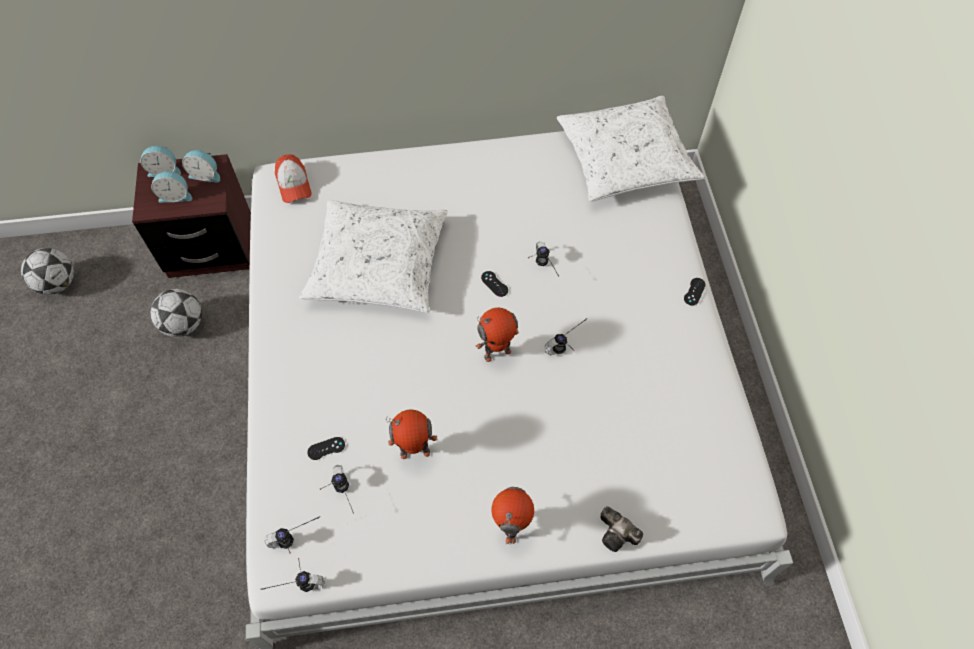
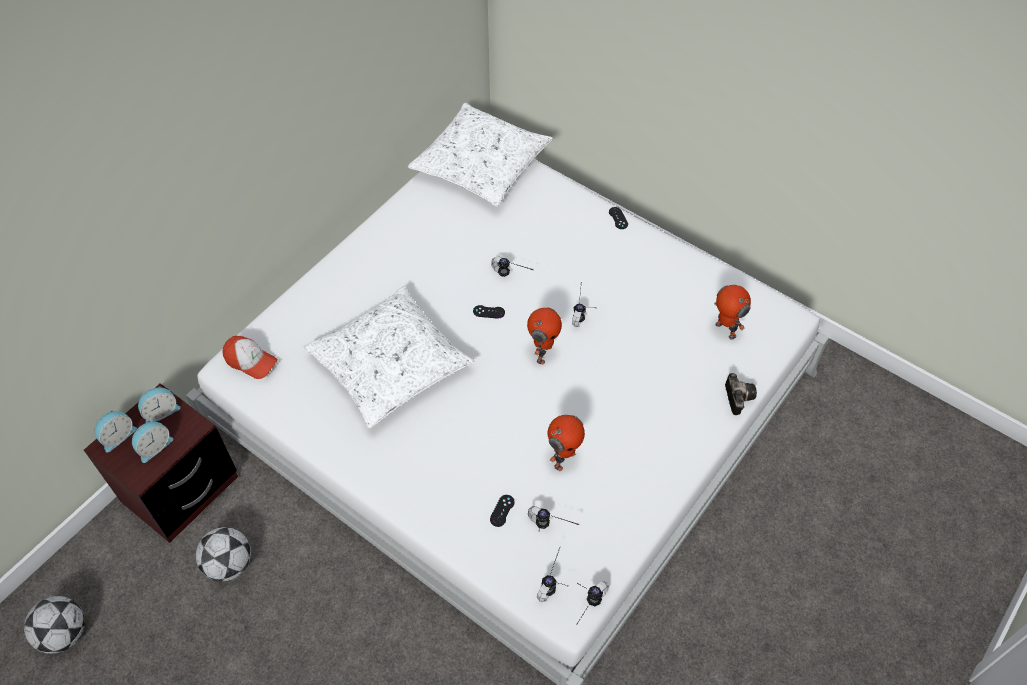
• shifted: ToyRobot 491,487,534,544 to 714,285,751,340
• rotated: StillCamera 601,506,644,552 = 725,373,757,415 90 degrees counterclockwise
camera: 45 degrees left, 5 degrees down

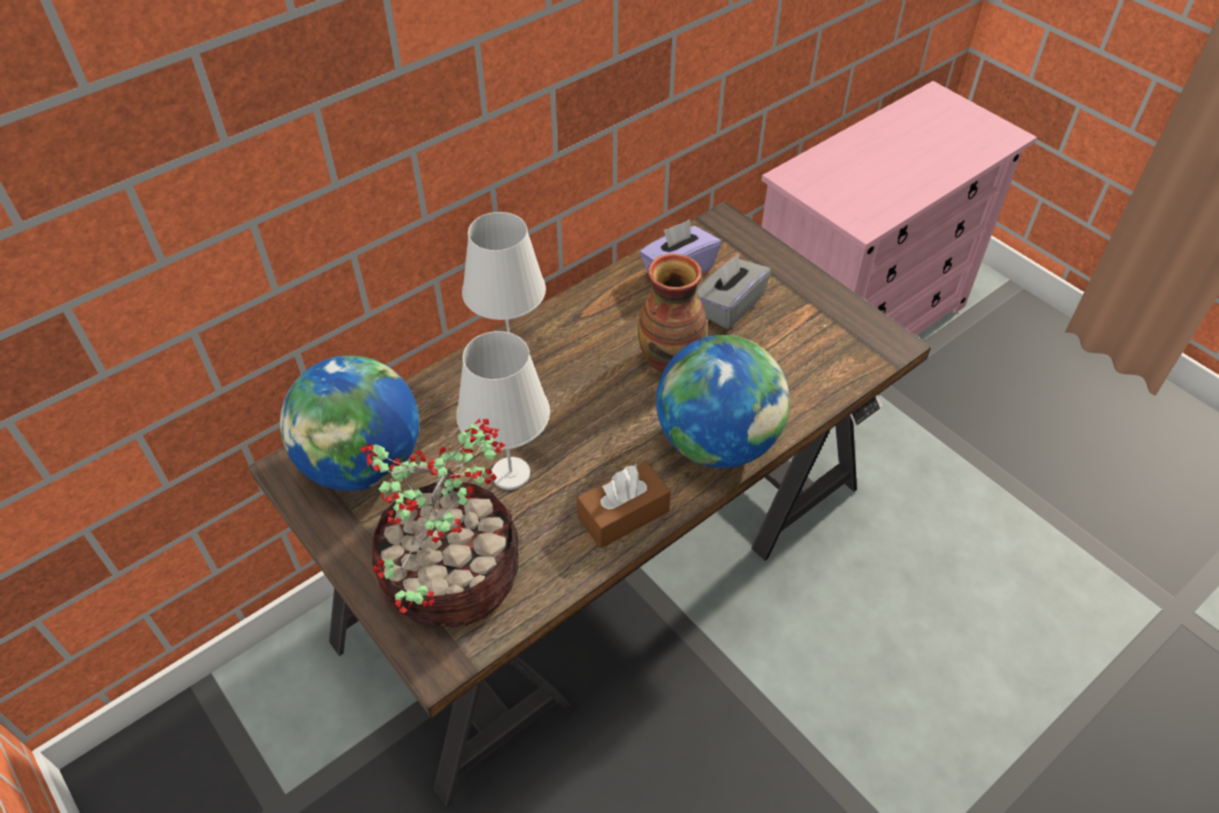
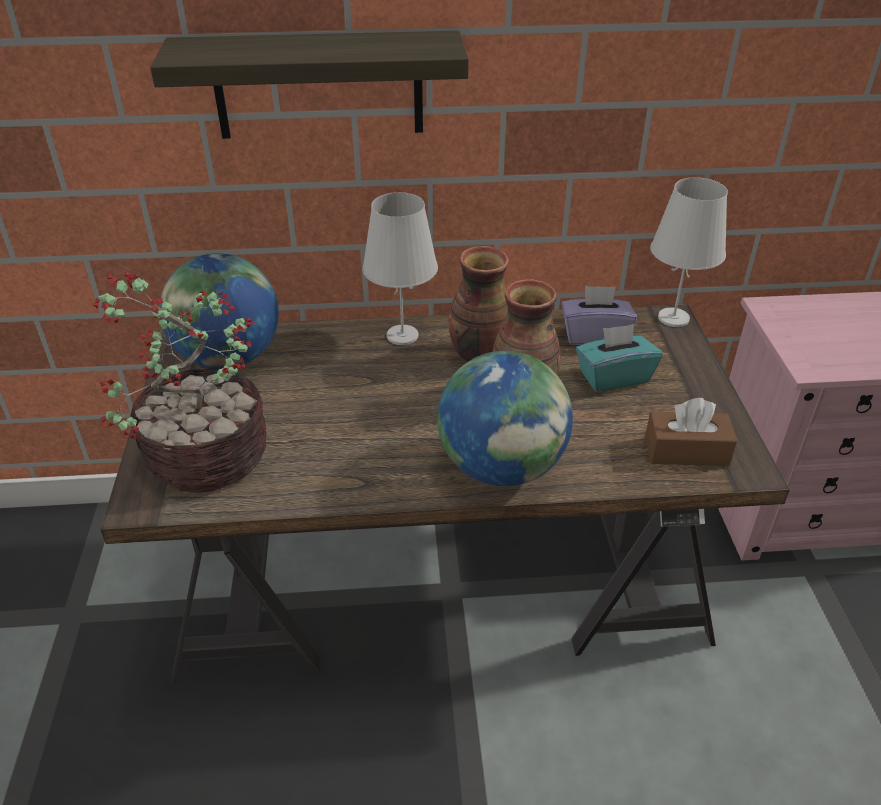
• shifted: WhitishTableLamp 456,331,550,490 to 650,177,728,327
• shifted: BrownishBoxOfTissues 577,462,671,548 to 645,398,737,466
• repainted: GrayBoxOfTissues 697,254,771,329 to TurquoiseColouredBoxOfTissues 576,324,662,392
• new: BracketShelf 150,31,469,139
• new: Vase 449,246,509,362
camera: 35 degrees right, 10 degrees down

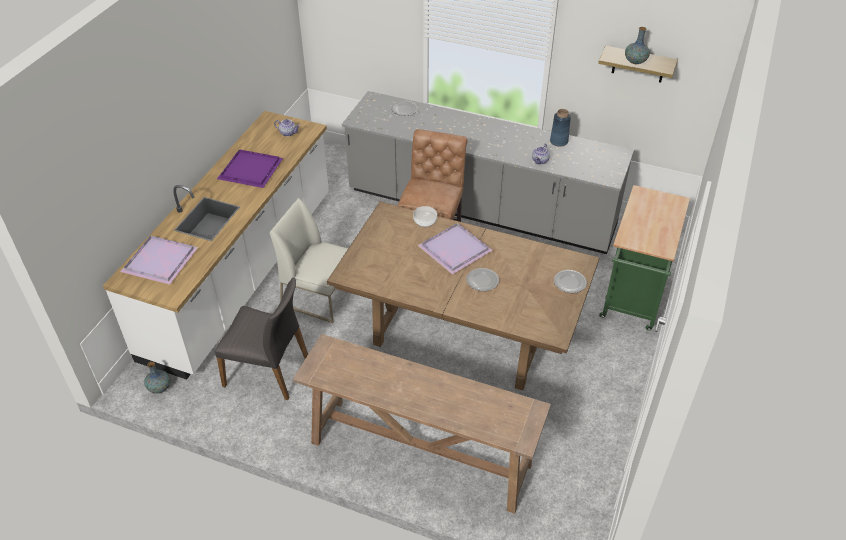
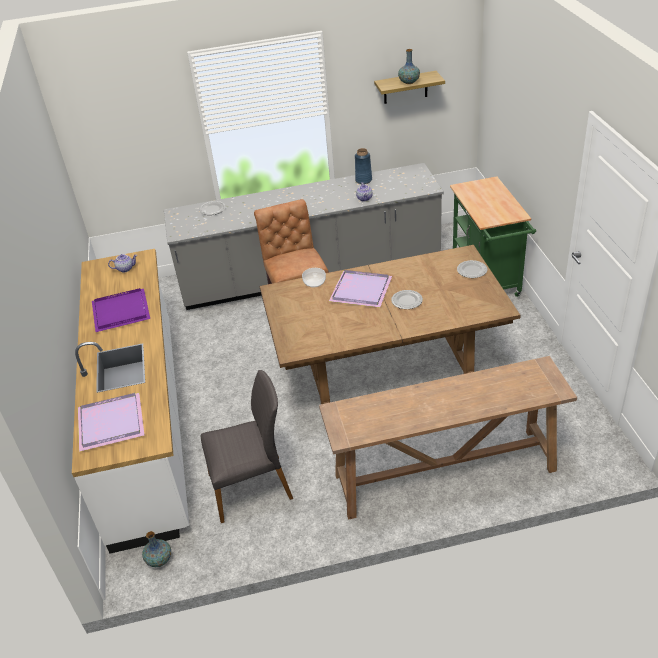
• gone: WhitishUprightChair 270,198,348,323
camera: 30 degrees left, 5 degrees down

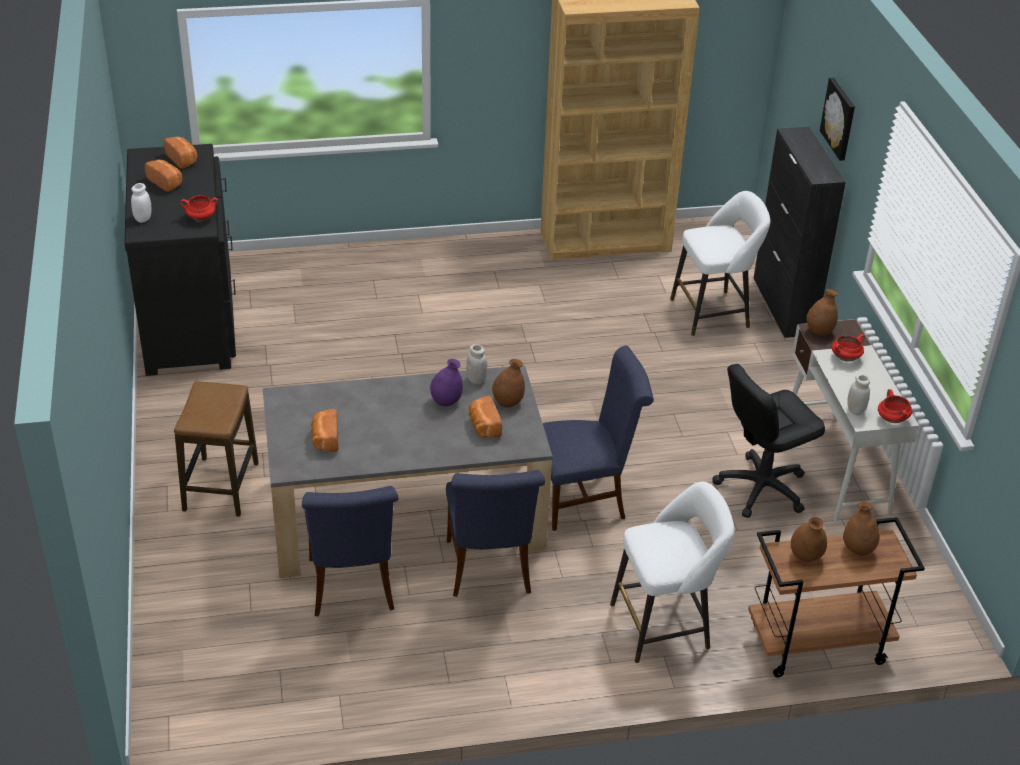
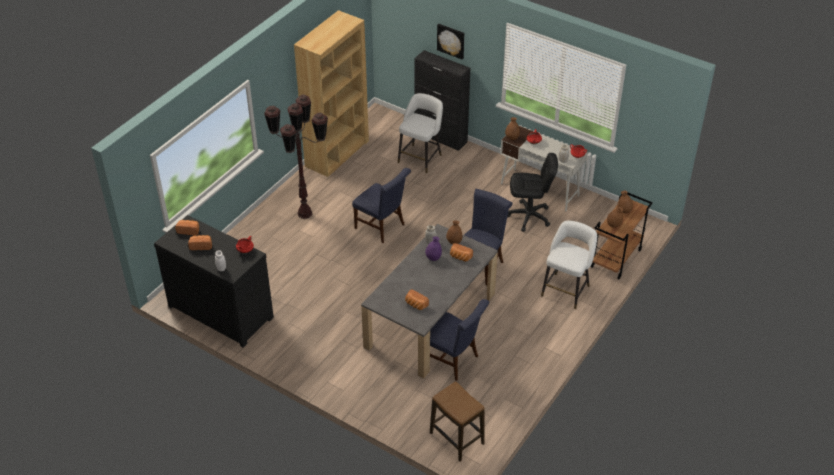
• shifted: Stool 174,381,259,517 to 430,381,485,462
• shifted: BlueUprightChair 446,470,545,597 to 352,168,411,243
• rotated: BlackOfficeChair 713,364,825,518 = 507,153,558,232 105 degrees counterclockwise
• new: BrownishFloorLamp 264,95,328,219
camera: 45 degrees left, 5 degrees up

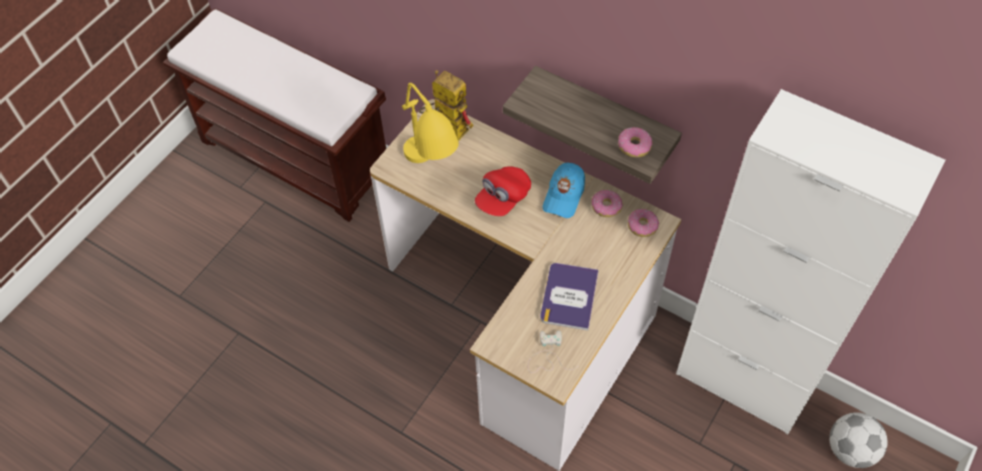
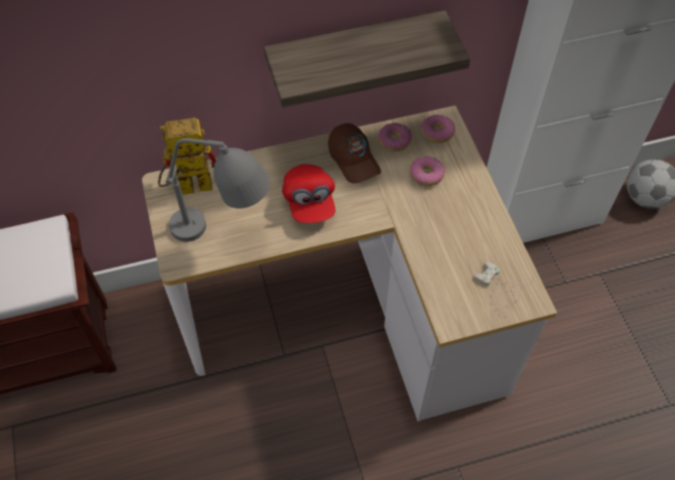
• repainted: YellowTableLamp 402,83,459,163 to GrayTableLamp 166,138,270,242
• gone: Book 540,263,598,331
• repainted: BlueBaseballCap 542,163,585,218 to BrownishBaseballCap 328,123,381,184
• shifted: Donut 618,127,652,157 to 410,156,445,186
camera: 50 degrees left, 0 degrees up

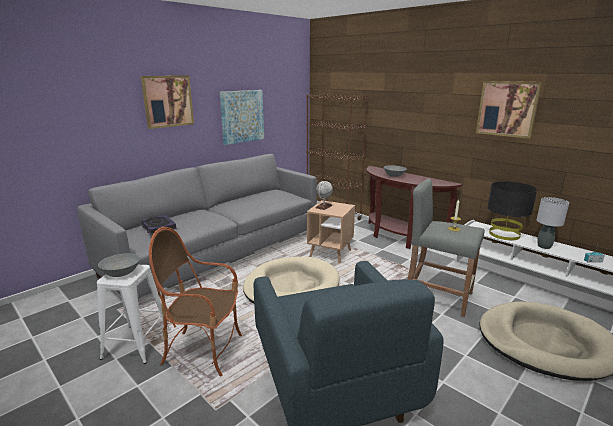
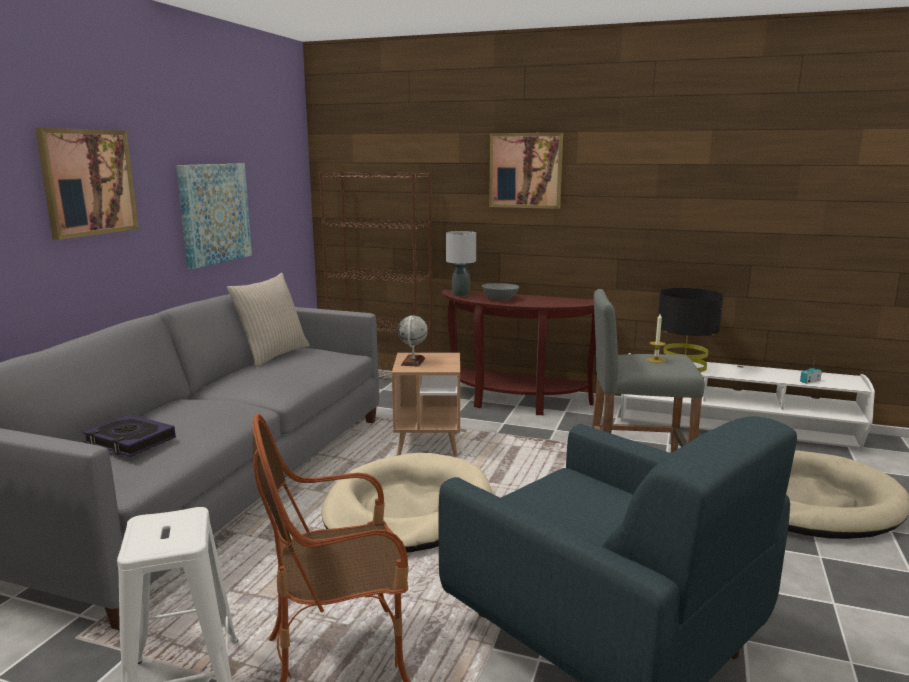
• gone: GrayBowl 98,253,140,277
• shifted: Picture 476,81,542,139 to 489,133,563,209
• shifted: GrayTableLamp 537,197,569,249 to 446,231,476,297
• new: BeigeColouredThrowPillow 227,273,310,367
camera: 25 degrees left, 5 degrees down

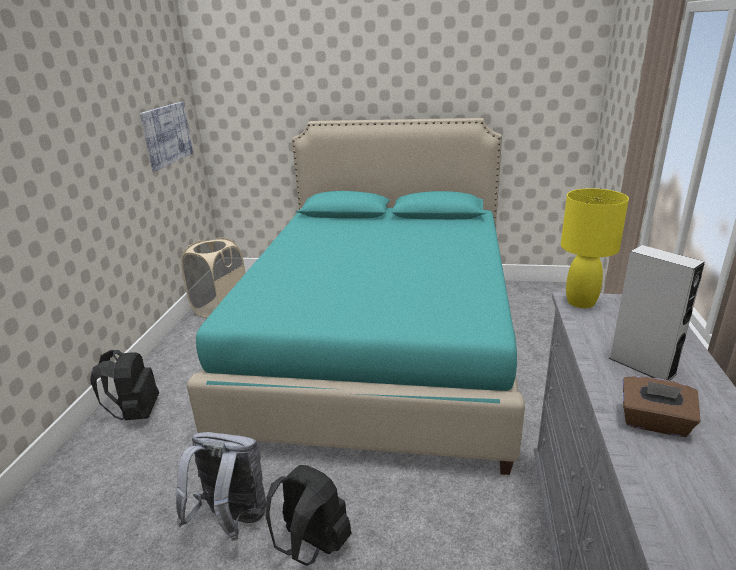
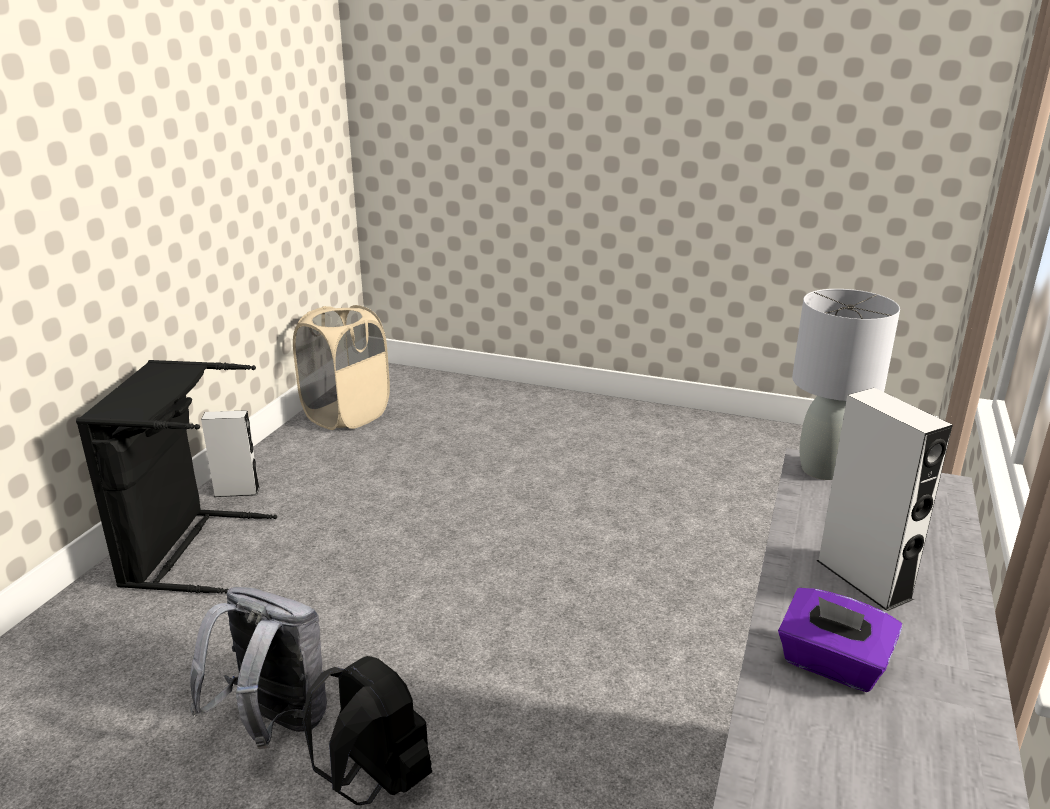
• swapped: BlackBackpack 90,350,159,420 to BlackWashingBasket 76,360,277,594
• gone: Picture 140,102,193,171
• gone: TurquoiseColouredBed 187,118,525,475
• repainted: YellowTableLamp 561,188,629,308 to GrayTableLamp 792,289,900,480
• repainted: BrownishBoxOfTissues 623,376,701,437 to PurplishBoxOfTissues 778,588,902,692
• new: GrayLoudspeaker 201,410,260,497
camera: 10 degrees right, 0 degrees up

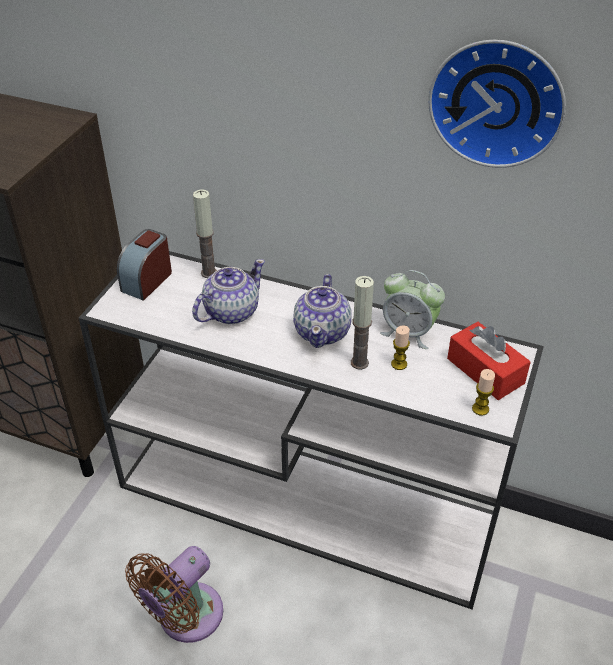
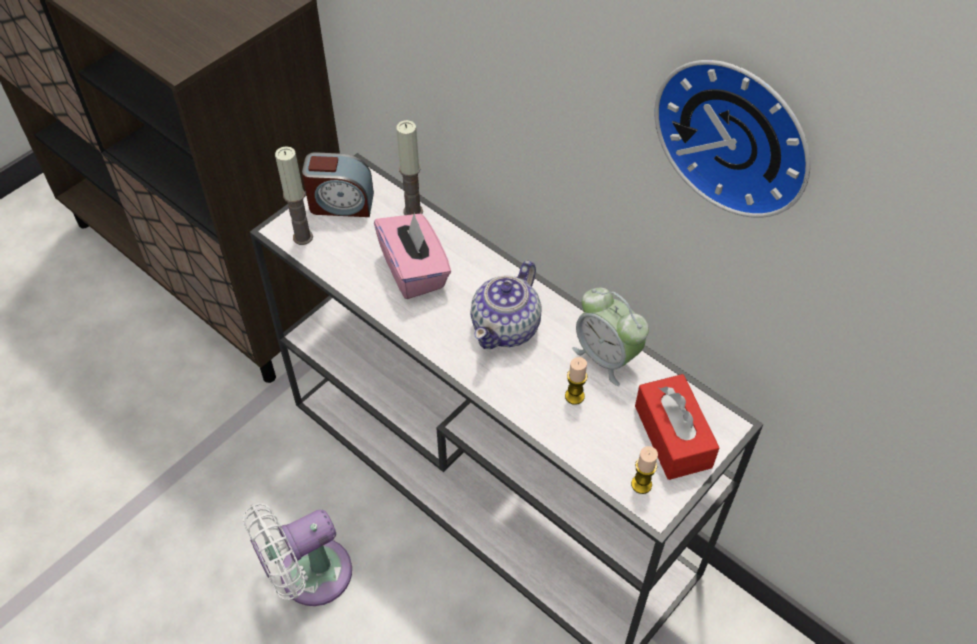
• rotated: BedsideClock 117,229,172,300 = 302,152,374,217 135 degrees counterclockwise
• repainted: BrownishElectricFan 125,546,223,643 to WhitishElectricFan 243,503,352,606
• swapped: TeaPot 192,259,265,324 to PinkBoxOfTissues 374,212,451,299
• shifted: WaxLight 351,276,374,370 to 275,146,313,245
camera: 20 degrees right, 10 degrees up

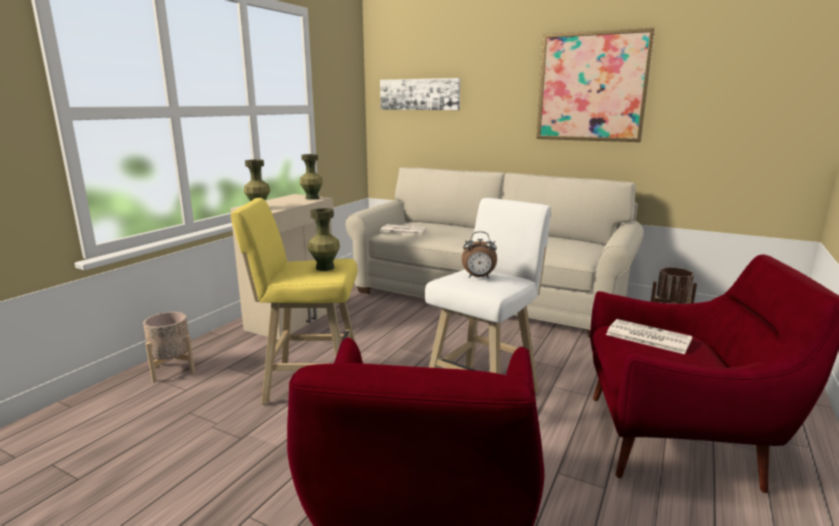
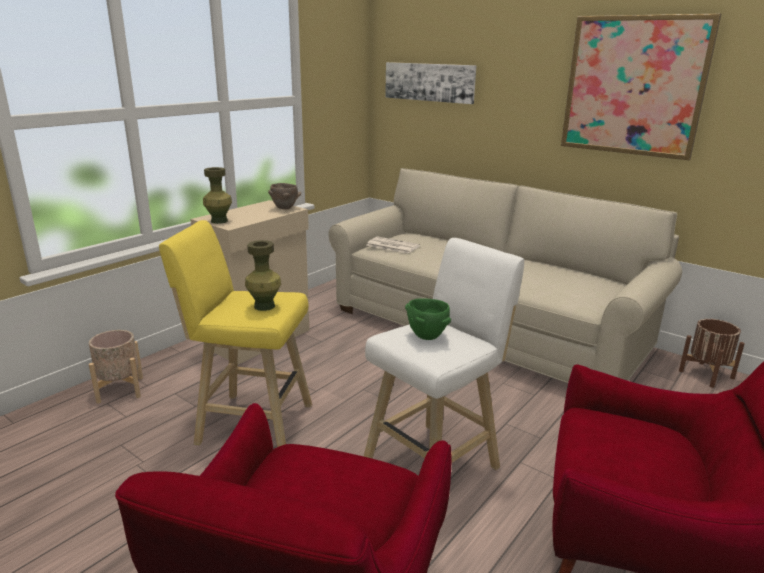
• swapped: GreenishVase 300,154,323,200 to BrownishBowl 268,183,301,210
• swapped: BedsideClock 462,231,497,278 to GreenishBowl 405,298,451,340
• gone: DailyPaper 606,319,693,354
camera: 10 degrees right, 5 degrees up

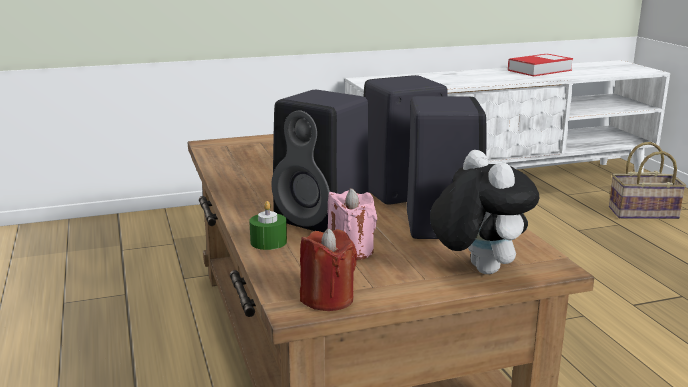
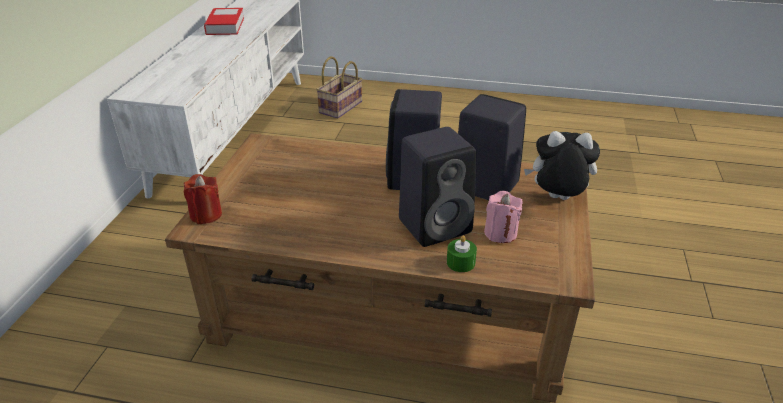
• shifted: ReddishWaxLight 300,228,358,311 to 184,174,222,224
camera: 60 degrees left, 15 degrees up

